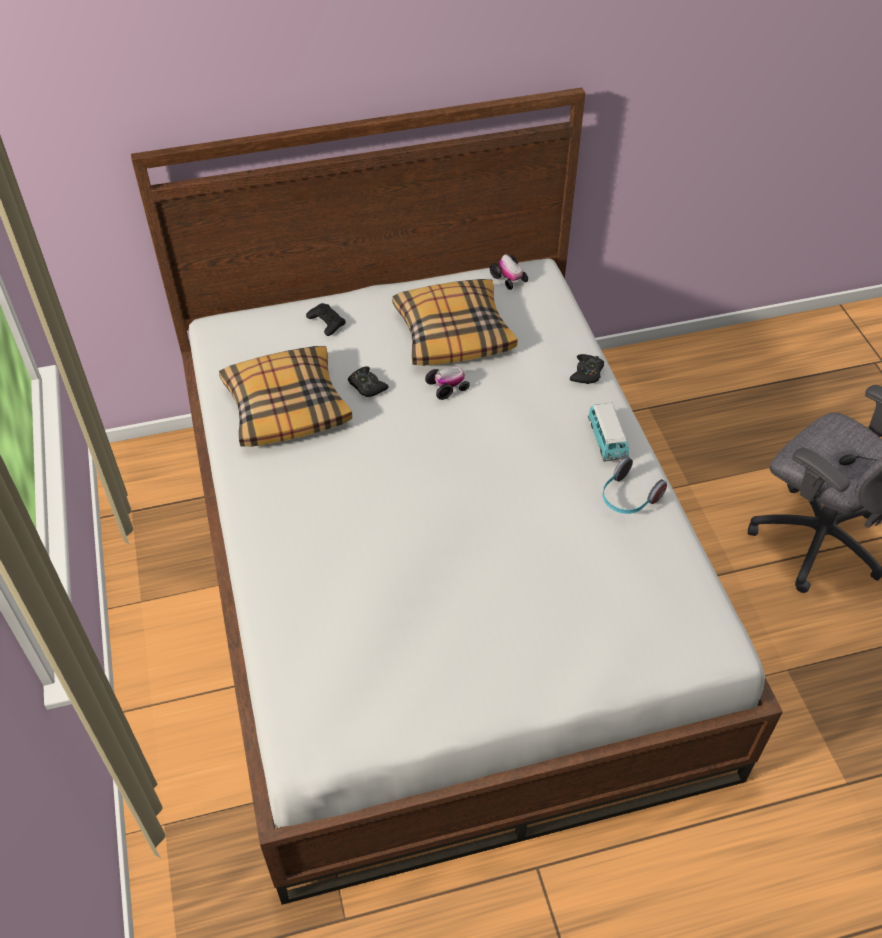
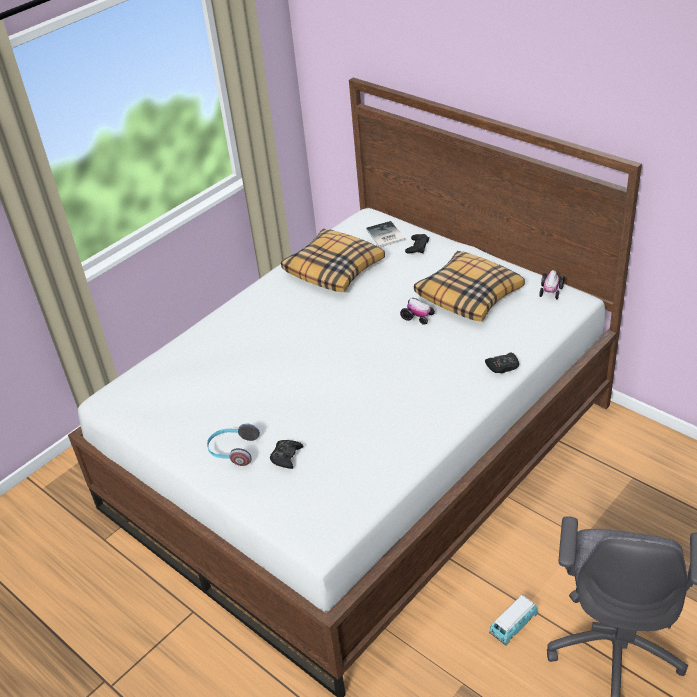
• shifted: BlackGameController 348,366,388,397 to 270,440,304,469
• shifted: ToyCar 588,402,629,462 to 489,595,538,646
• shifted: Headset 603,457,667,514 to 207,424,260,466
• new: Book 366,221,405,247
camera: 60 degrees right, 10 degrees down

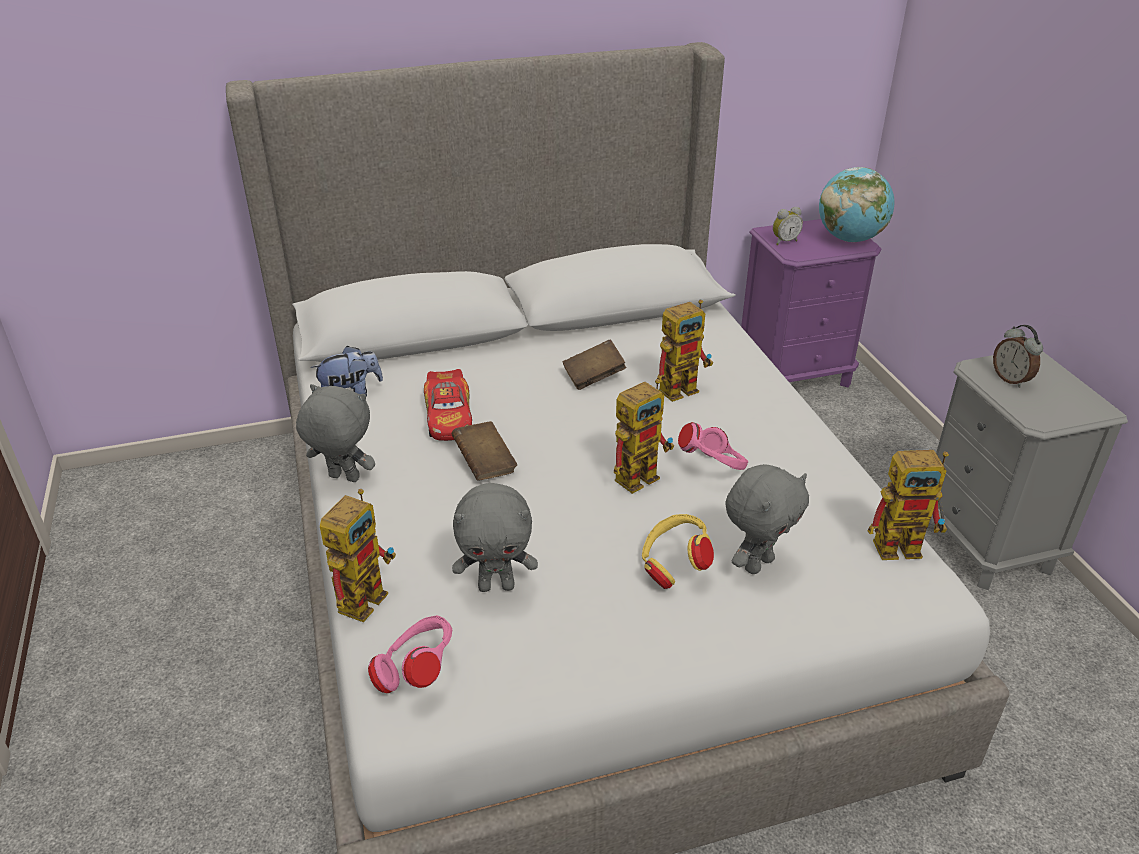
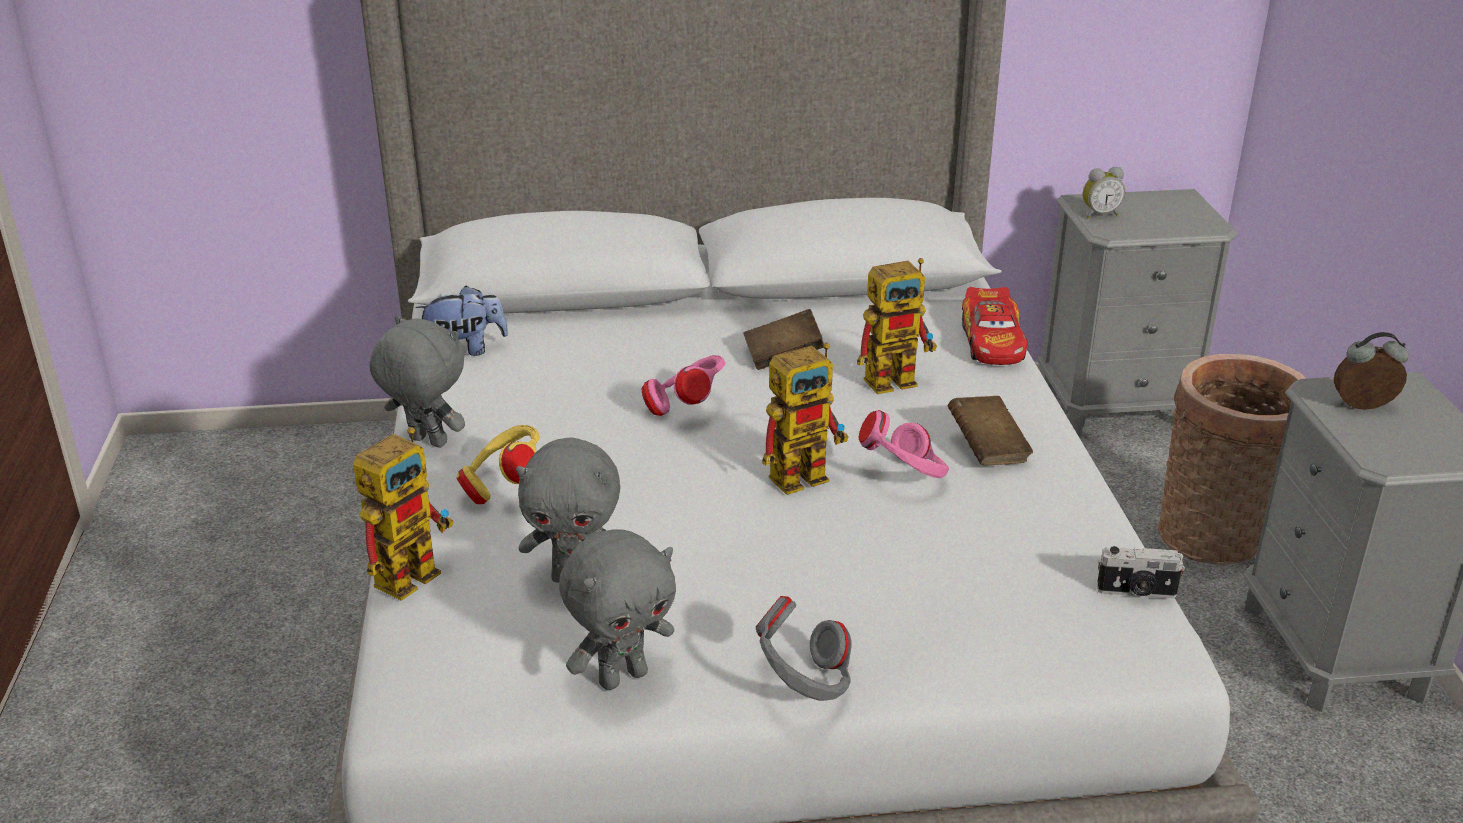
• shifted: PinkHeadset 368,615,452,693 to 642,355,725,416
• shifted: ToyCar 424,369,472,441 to 962,287,1027,365
• shifted: BrownishBook 451,421,517,480 to 948,396,1033,465
• shifted: YellowHeadset 642,514,714,589 to 456,425,539,504
• shifted: GrayPlushToy 725,464,809,574 to 559,529,676,690
• repainted: PurplishNightTable 741,219,881,388 to GrayNightTable 1037,189,1238,437
• gone: WorldGlobe 819,167,894,242
• swapped: ToyRobot 868,450,949,560 to StillCamera 1097,546,1185,598
• rotated: BedsideClock 993,325,1043,388 = 1334,332,1409,410 105 degrees clockwise
• new: GrayHeadset 756,596,852,701
• new: Basket 1158,354,1306,565
camera: 10 degrees right, 5 degrees down

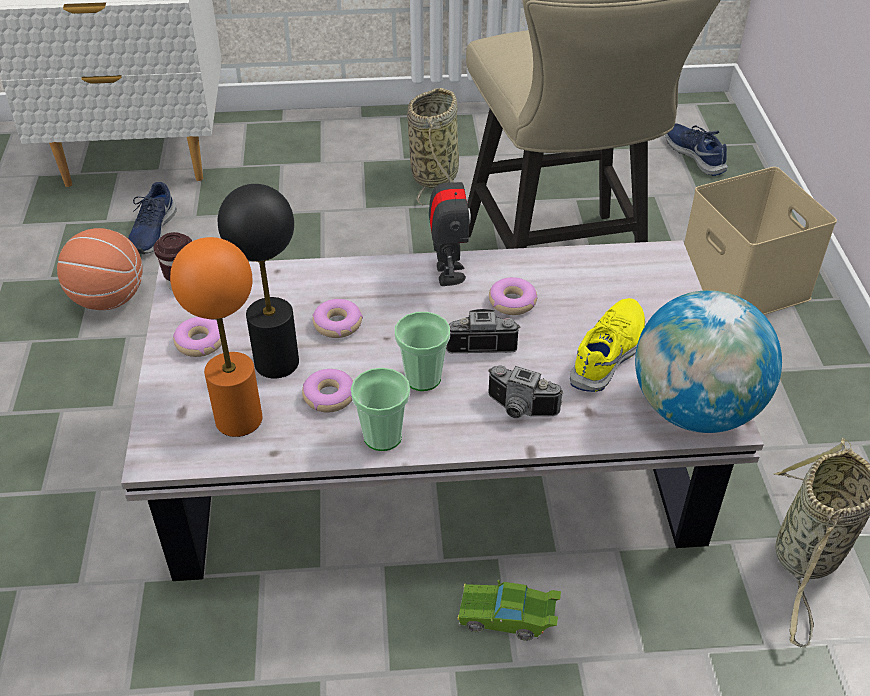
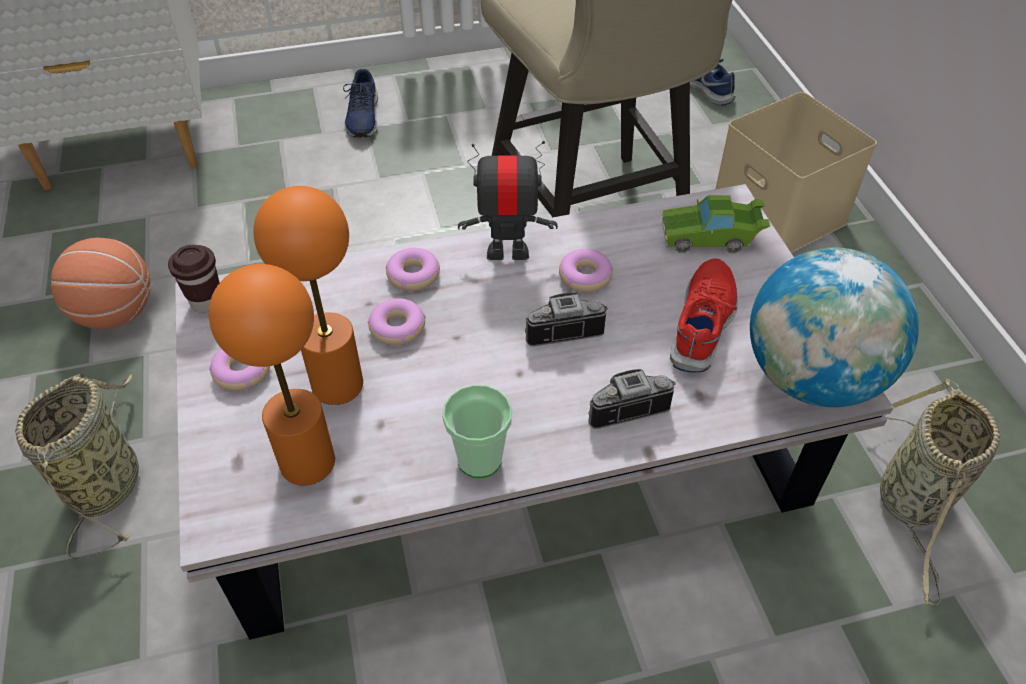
• shifted: BlueLowShoe 128,182,177,254 to 343,69,378,138
• repainted: BlackTableLamp 218,184,299,379 to OrangeyTableLamp 253,186,363,405
• shifted: Donut 302,369,353,413 to 386,248,440,291
• gone: SmallCup 395,312,450,391
• shifted: Basket 407,88,459,205 to 15,374,139,560
• rotated: ToyRobot 429,159,471,286 = 458,141,558,260 75 degrees counterclockwise
• shifted: GreenishToyCar 457,580,561,641 to 662,195,770,253
• rotated: StillCamera 488,366,563,419 = 588,369,676,429 150 degrees clockwise
• repainted: YellowLowShoe 570,298,645,392 to ReddishLowShoe 670,258,738,373
camera: 10 degrees left, 5 degrees up

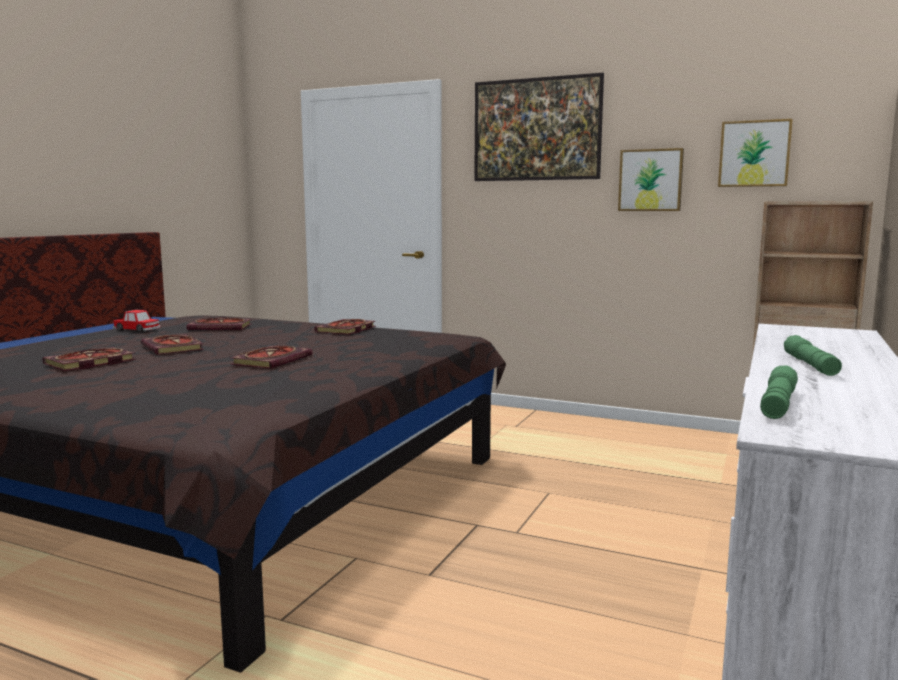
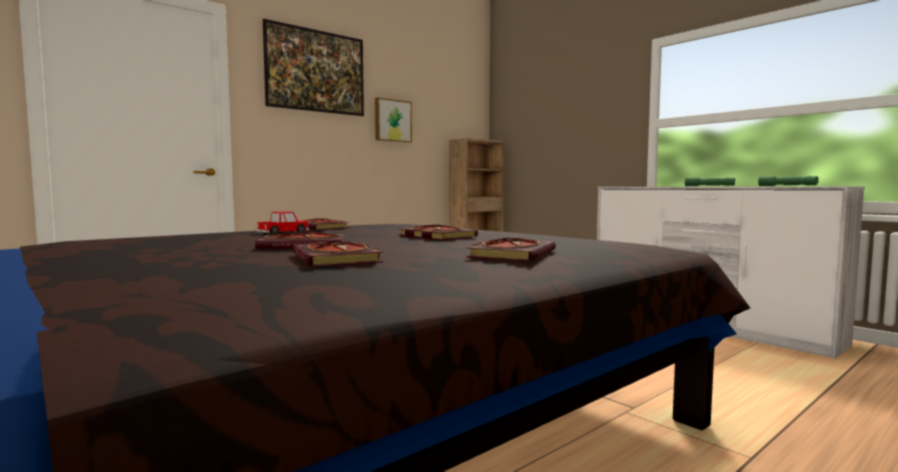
• shifted: ToyCar 113,310,161,332 to 256,211,309,235
• shifted: Book 187,317,252,330 to 466,238,556,261
• gone: Picture 718,119,793,187
camera: 65 degrees left, 5 degrees down

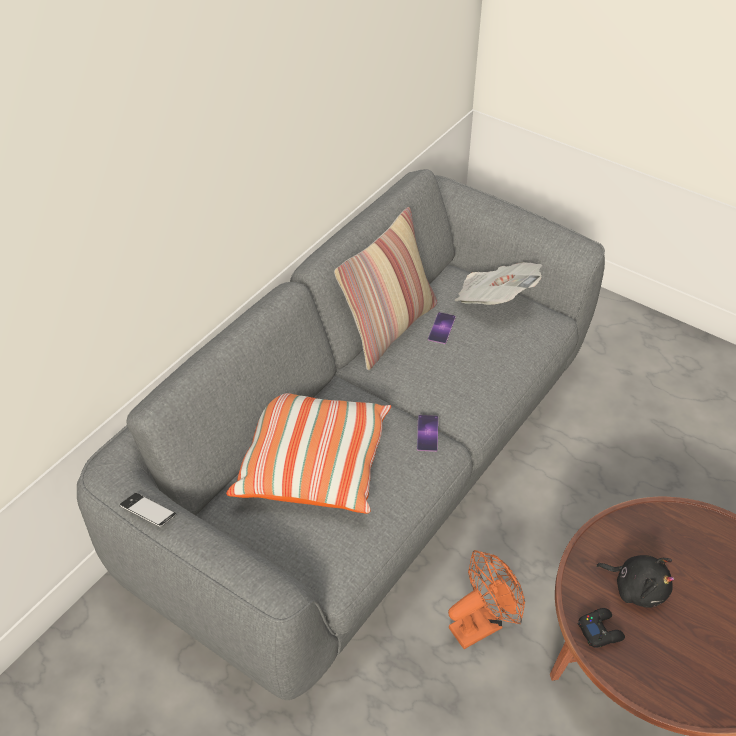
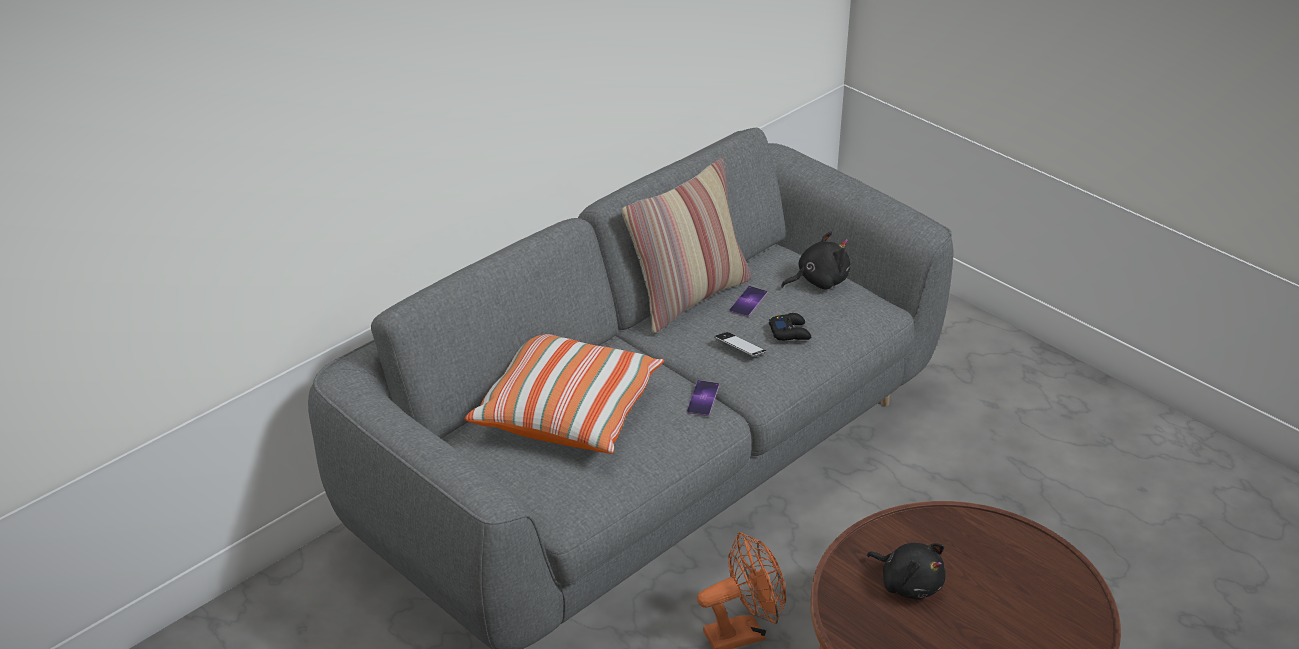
• shifted: Phone 120,493,176,527 to 714,332,766,357
• swapped: DailyPaper 455,262,542,305 to BlackPlushToy 781,231,850,289
• shifted: BlackGameController 578,608,625,648 to 769,313,811,341
camera: 10 degrees right, 10 degrees down

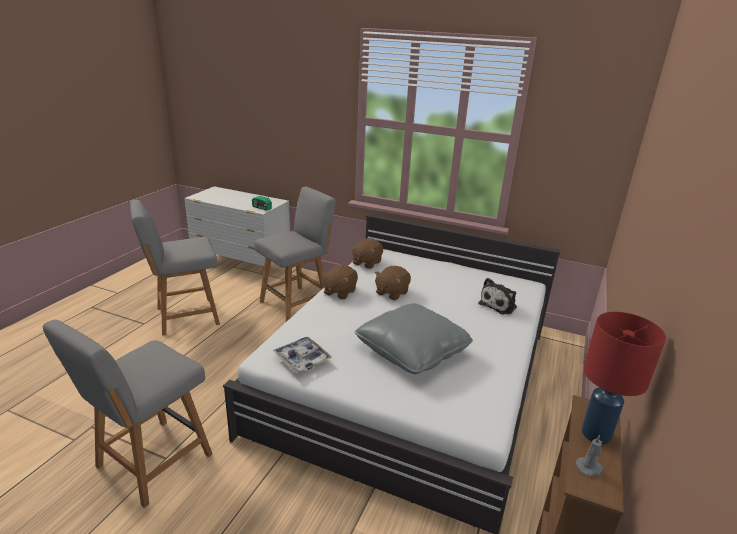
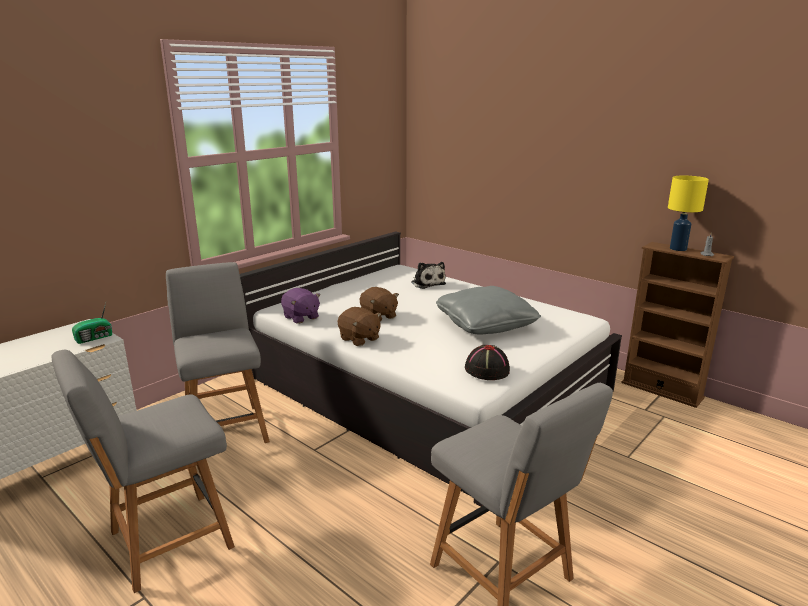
• rotated: GrayUprightChair 130,200,220,335 = 51,350,235,593 60 degrees clockwise
• swapped: ServingTray 272,337,332,373 to BlackClothingHat 465,345,510,380
• repainted: BrownishPlushToy 351,238,383,269 to PurplishPlushToy 281,288,320,324
• repainted: ReddishTableLamp 581,312,666,445 to YellowTableLamp 668,176,709,251
camera: 70 degrees left, 5 degrees down

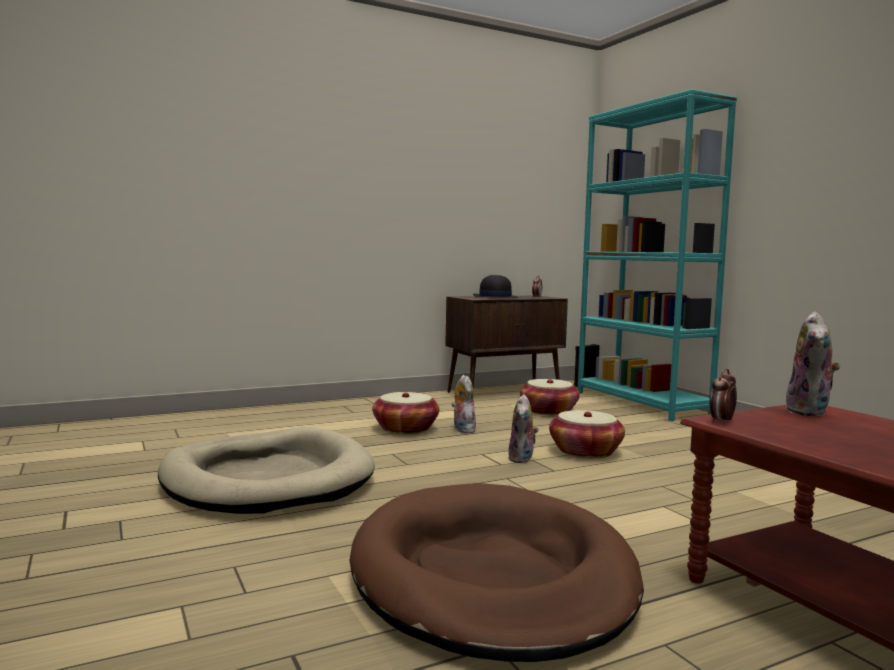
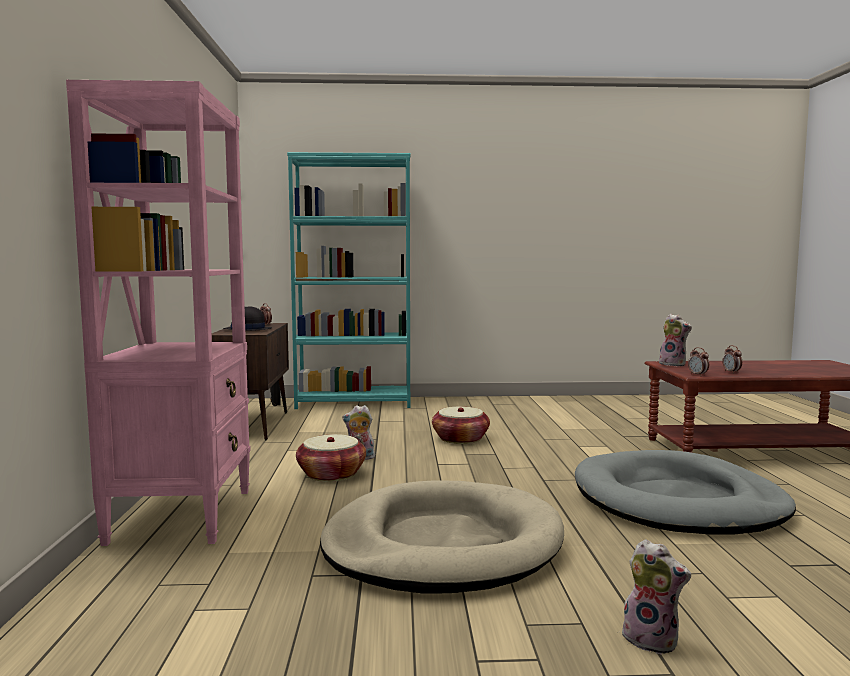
• repainted: BrownishDogBed 350,483,644,662 to GrayDogBed 575,450,796,535
• shifted: PlushToy 508,394,539,463 to 622,539,691,655
• gone: Basket 520,379,580,415
• new: PinkBookcase 66,80,251,546
• new: BedsideClock 722,345,742,374
camera: 65 degrees left, 0 degrees up

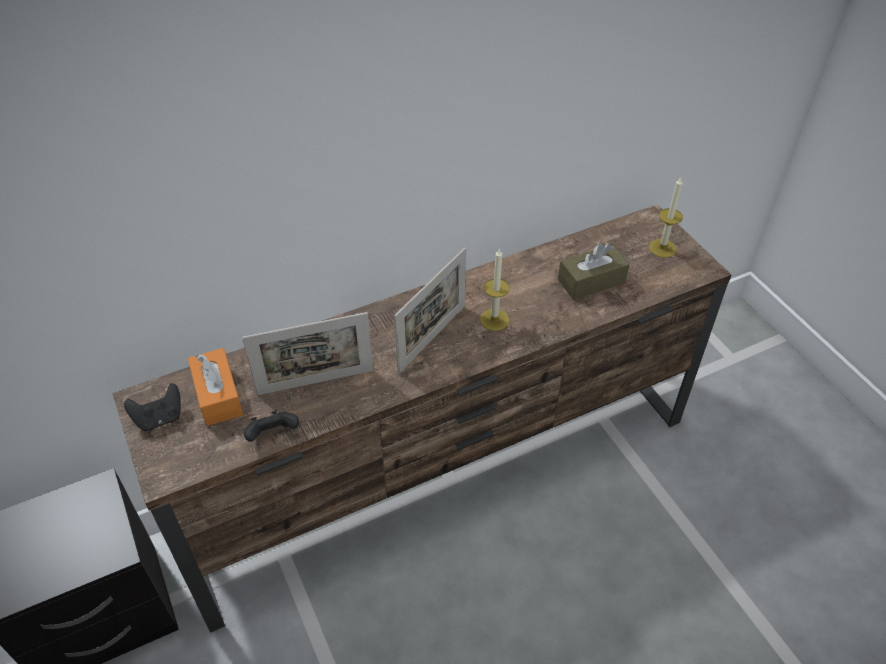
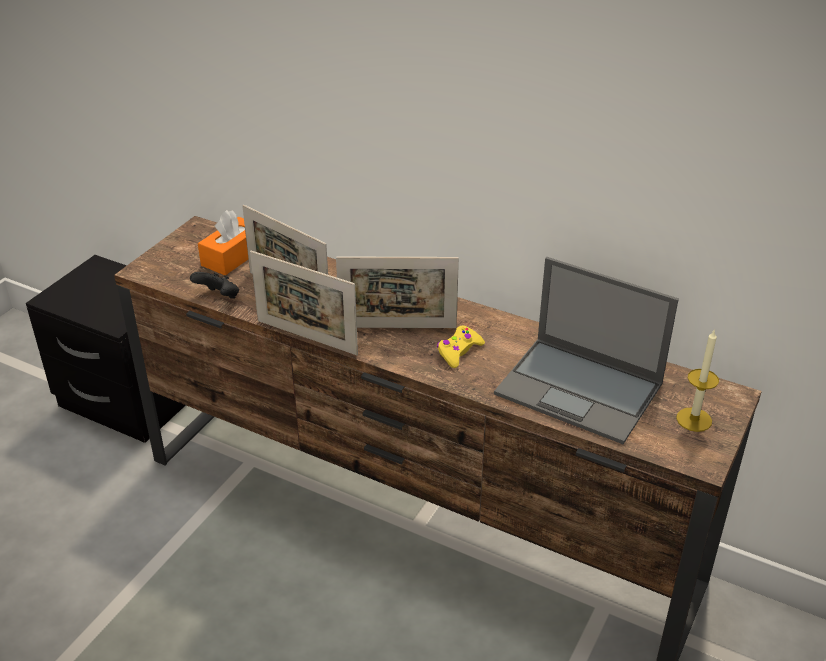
• gone: BlackGameController 124,383,181,431
• swapped: WaxLight 480,248,510,331 to YellowGameController 437,326,485,368
• swapped: BrownishBoxOfTissues 558,244,630,300 to NotebookComputer 494,257,679,444
• new: StandingFrame 250,251,358,355
camera: 55 degrees right, 10 degrees down

